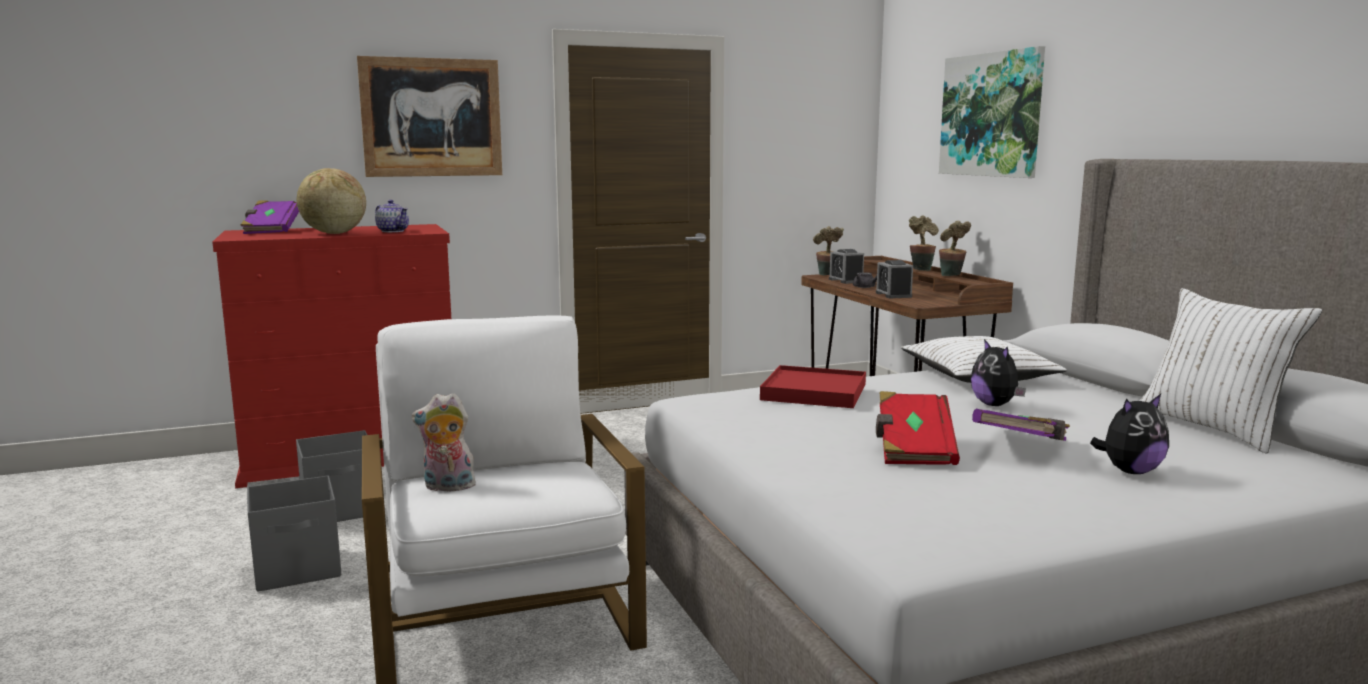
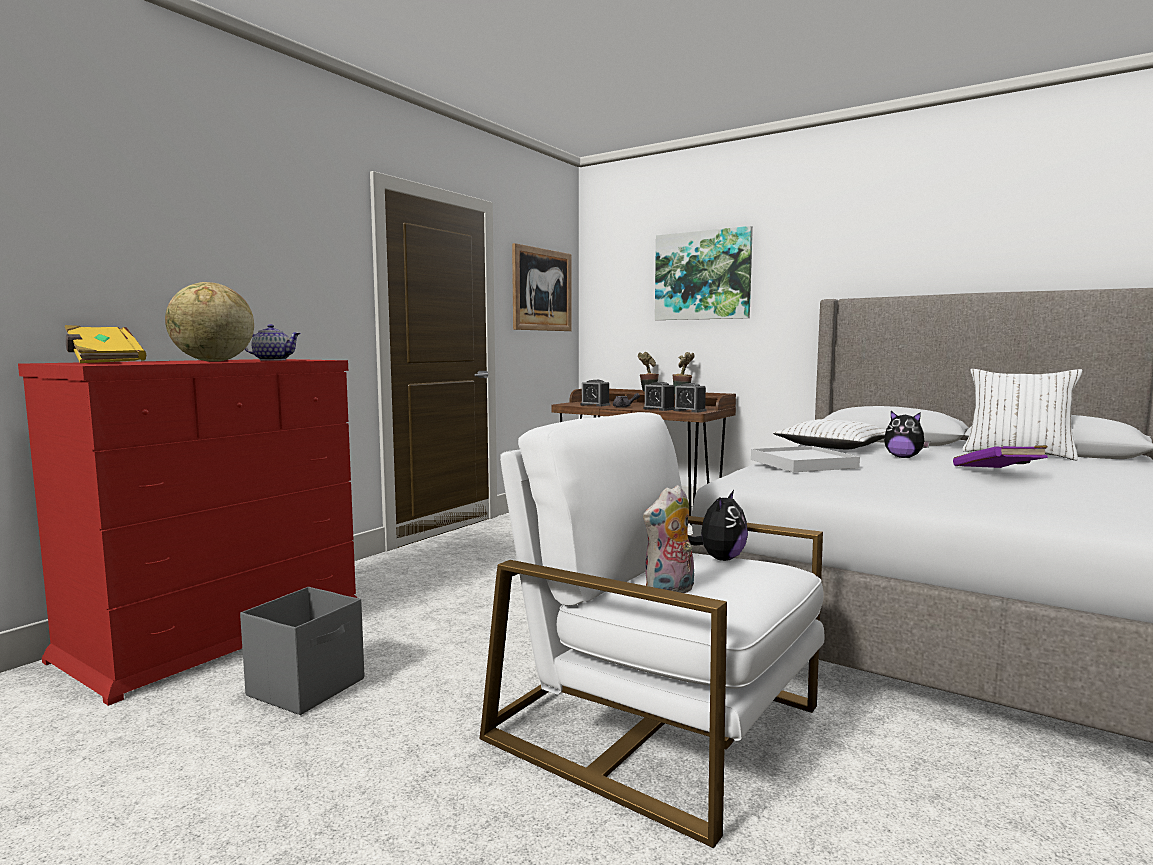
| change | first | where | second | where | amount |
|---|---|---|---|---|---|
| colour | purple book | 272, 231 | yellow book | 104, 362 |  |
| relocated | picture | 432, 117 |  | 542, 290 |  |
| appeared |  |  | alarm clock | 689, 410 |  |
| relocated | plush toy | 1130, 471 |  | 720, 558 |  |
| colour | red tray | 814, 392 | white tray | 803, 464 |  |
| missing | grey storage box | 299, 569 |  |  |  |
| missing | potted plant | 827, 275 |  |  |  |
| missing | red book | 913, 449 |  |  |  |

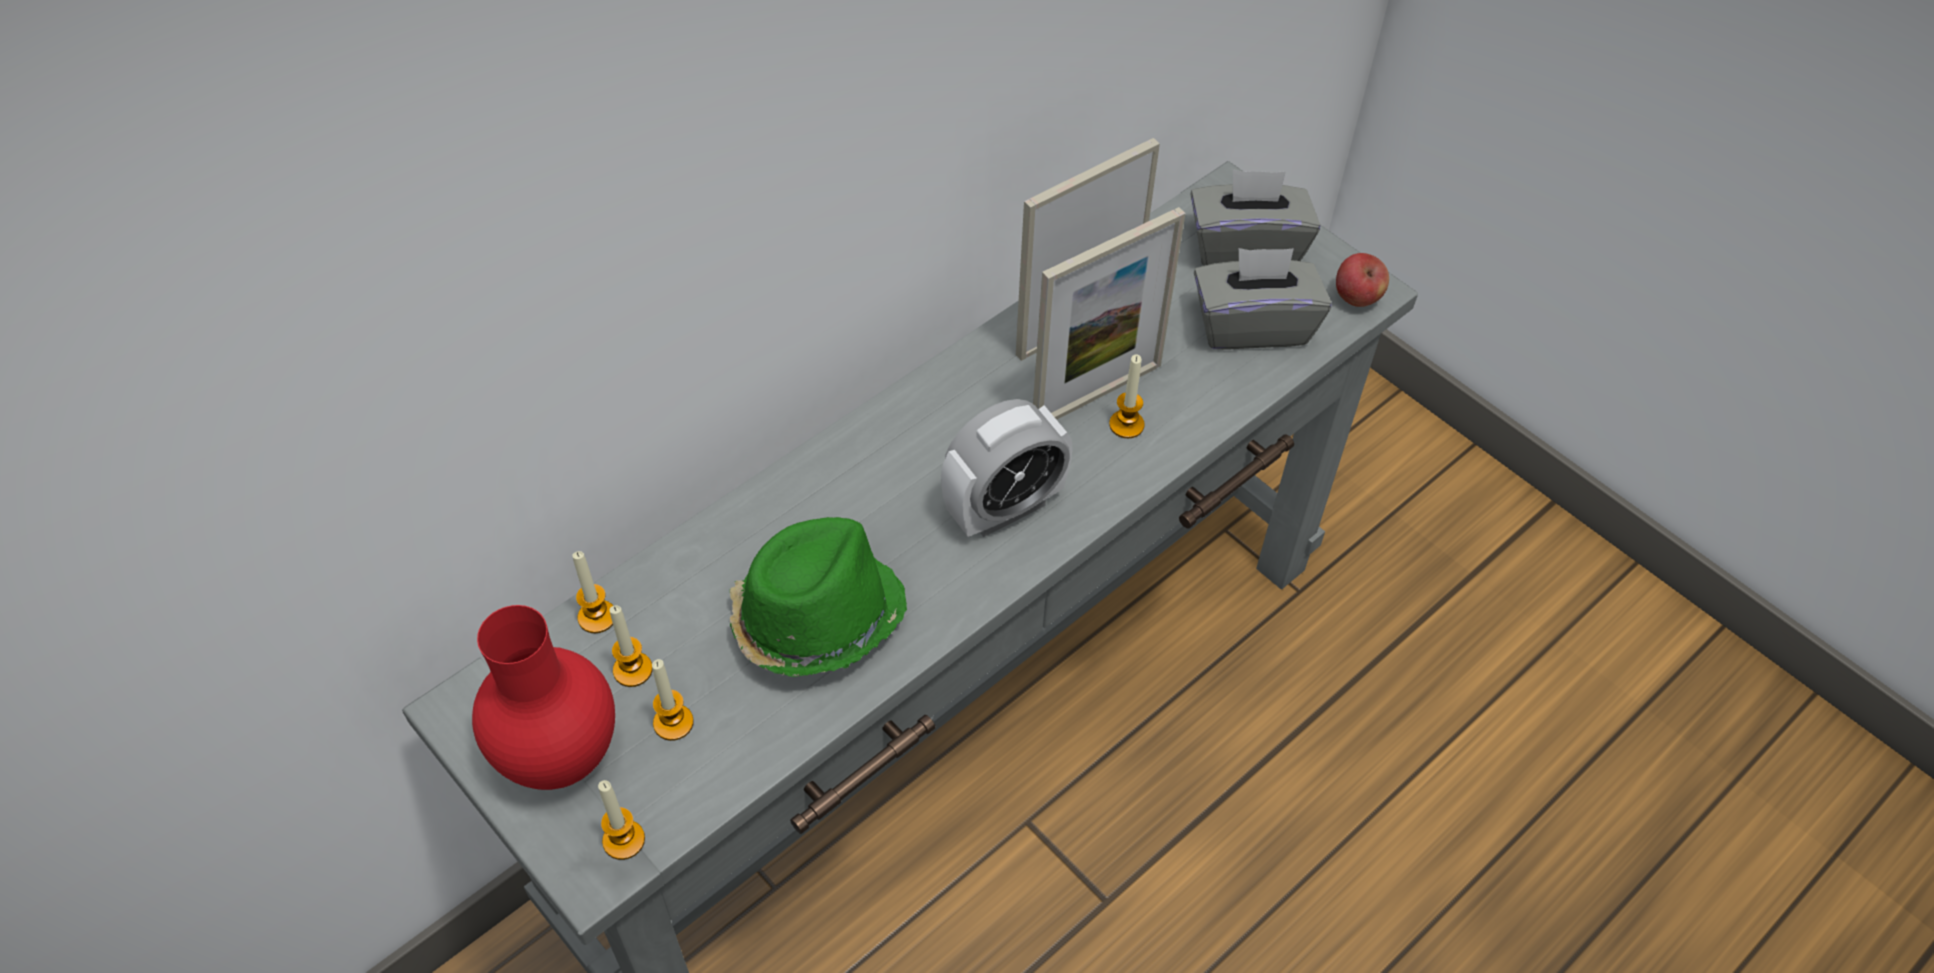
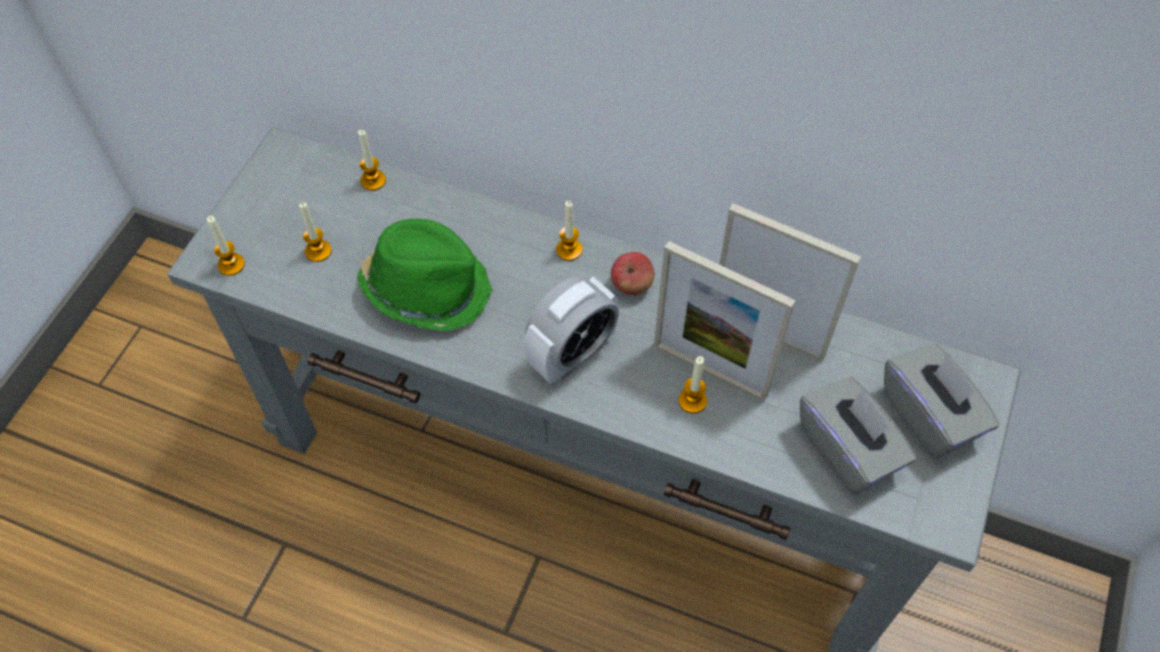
| change | first | where | second | where | amount |
|---|---|---|---|---|---|
| spun | alarm clock | 1004, 508 |  | 572, 355 | 75 degrees counterclockwise |
| relocated | candle | 633, 670 |  | 569, 250 |  |
| relocated | apple | 1356, 298 |  | 632, 285 |  |
| missing | red vase | 558, 756 |  |  |  |

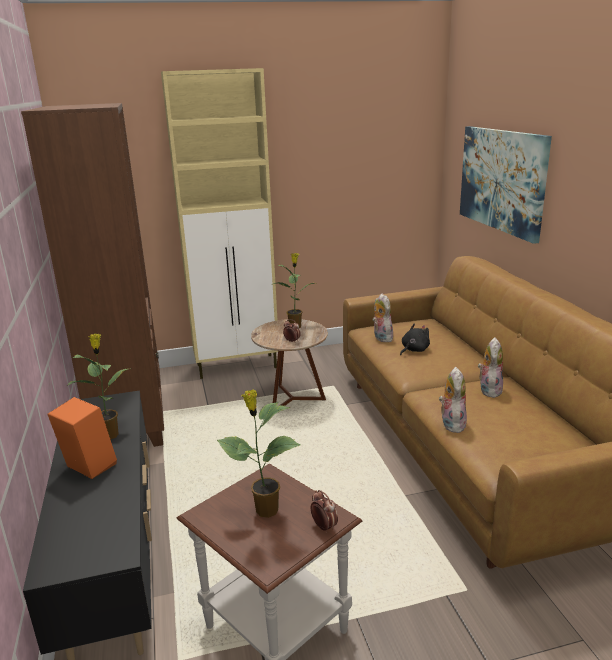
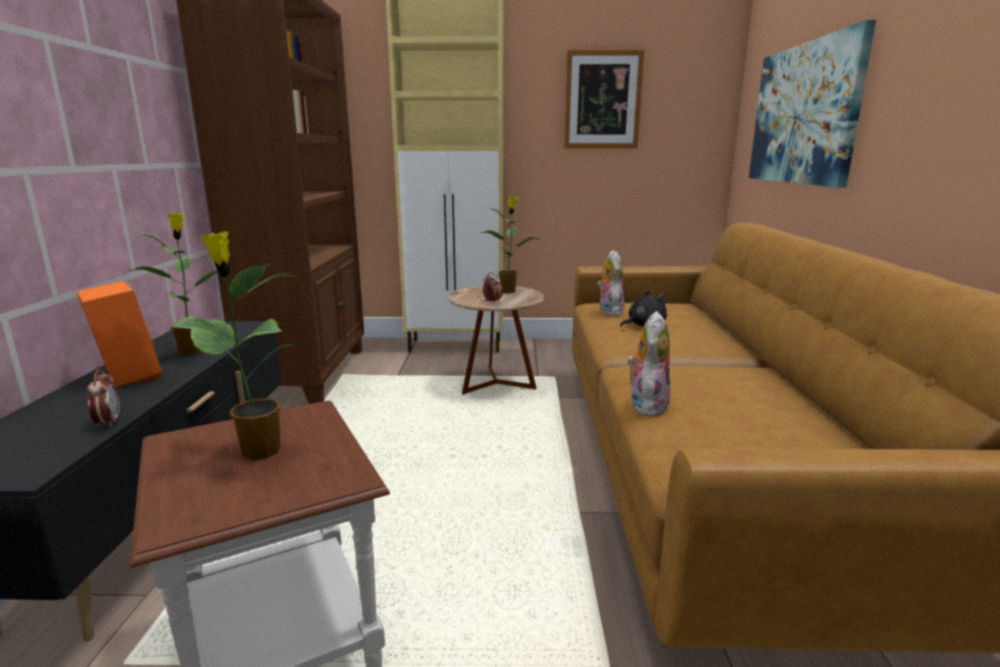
| change | first | where | second | where | amount |
|---|---|---|---|---|---|
| relocated | alarm clock | 324, 527 |  | 108, 422 |  |
| appeared |  |  | picture | 602, 100 |  |
| missing | plush toy | 488, 390 |  |  |  |

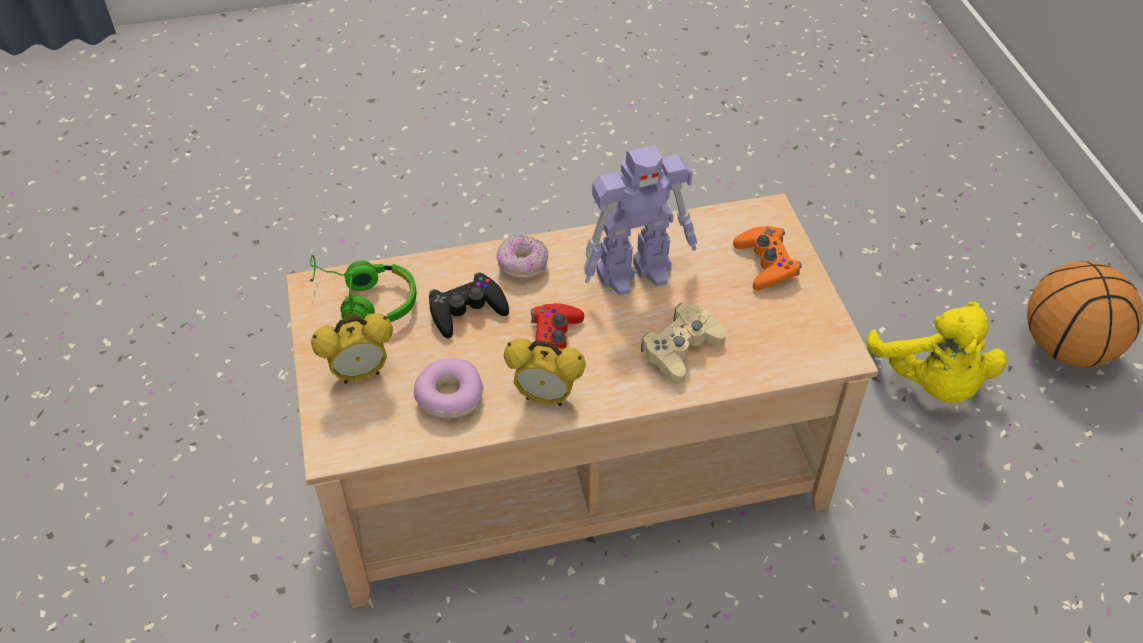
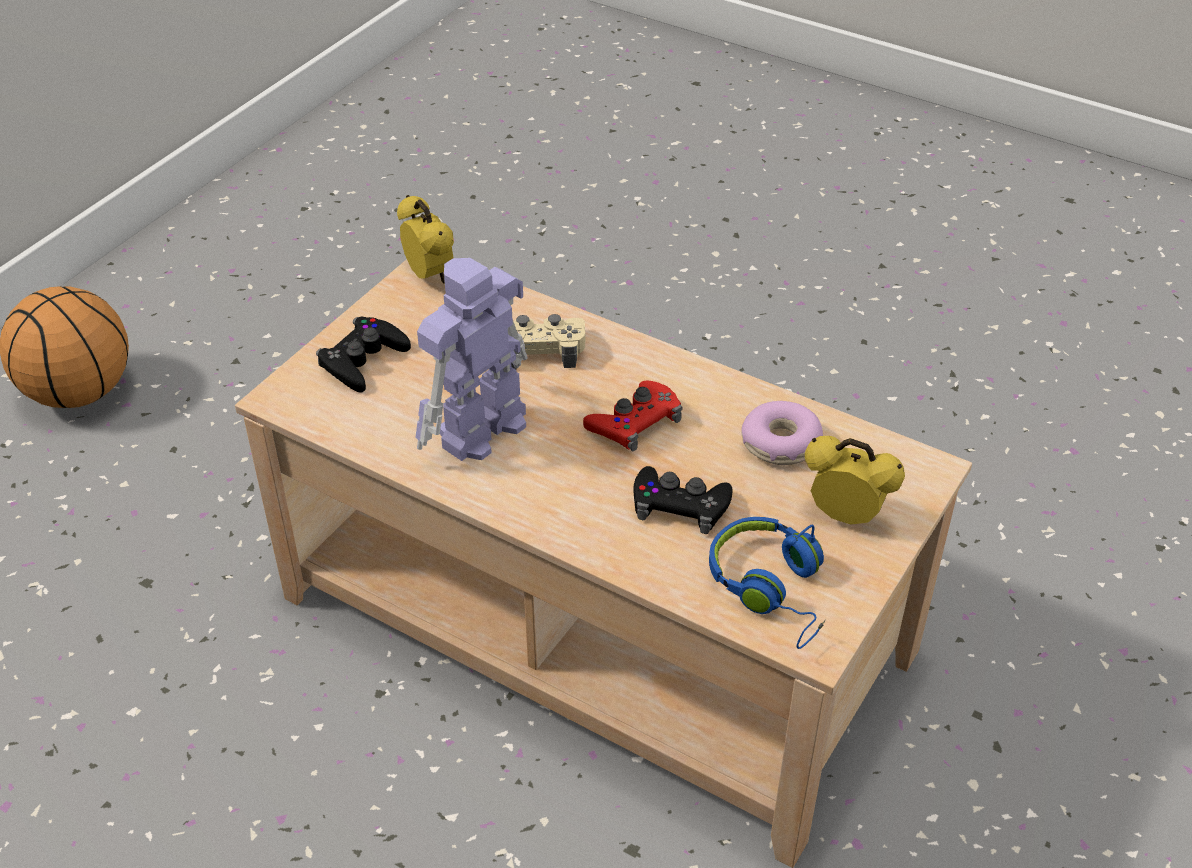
| change | first | where | second | where | amount |
|---|---|---|---|---|---|
| colour | orange game controller | 766, 263 | black game controller | 363, 361 |  |
| relocated | alarm clock | 545, 397 |  | 429, 276 |  |
| spun | toy robot | 636, 272 |  | 480, 430 | 75 degrees counterclockwise |
| colour | green headphones | 364, 300 | blue headphones | 773, 589 |  |
| missing | donut | 522, 266 |  |  |  |
| missing | yellow plush toy | 931, 382 |  |  |  |

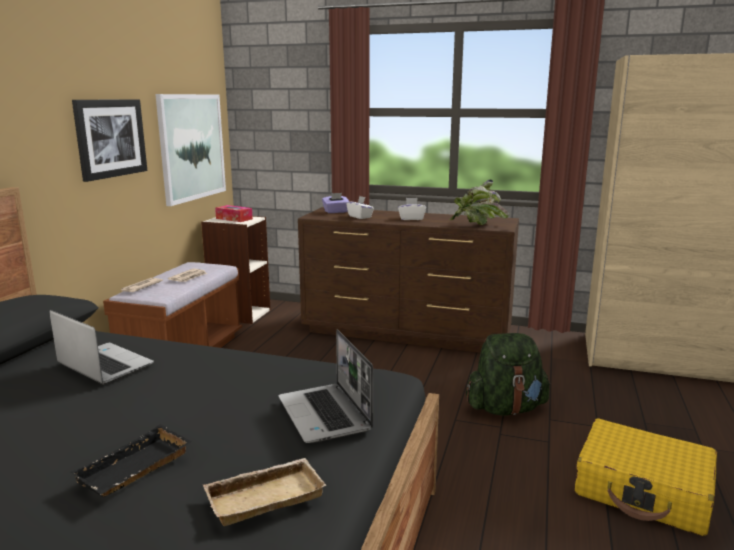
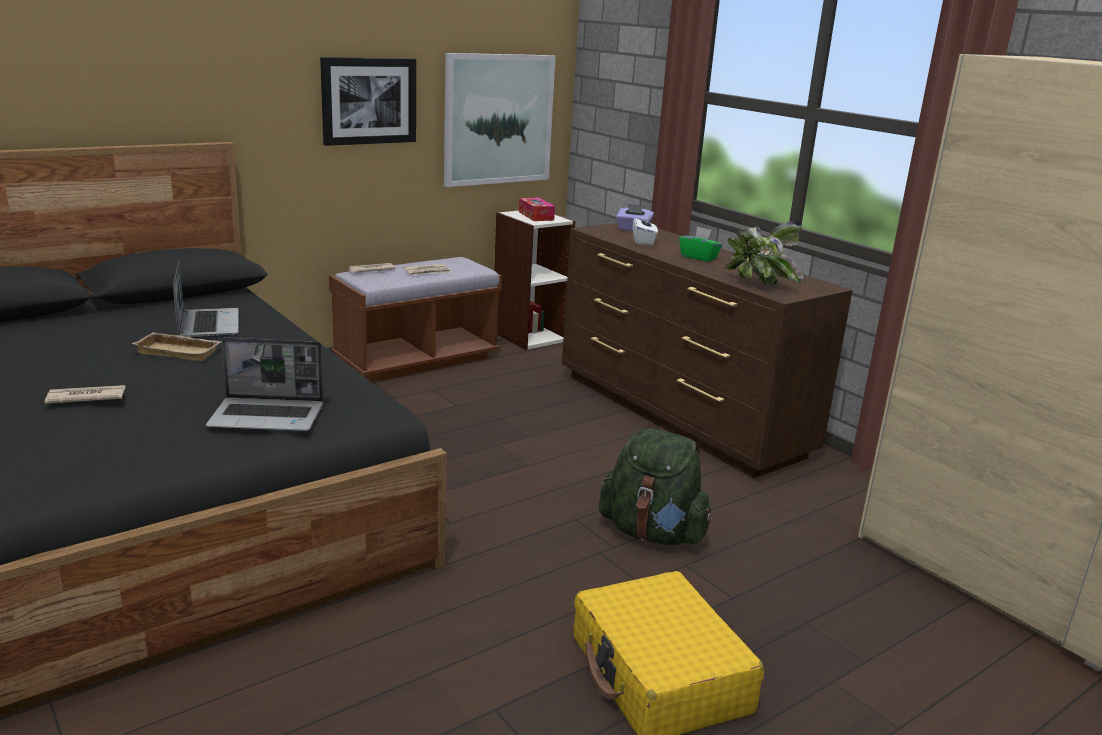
| change | first | where | second | where | amount |
|---|---|---|---|---|---|
| exchanged | black tray | 135, 470 | newspaper | 85, 397 |  |
| relocated | beige tray | 265, 495 |  | 180, 351 |  |
| spun | laptop | 326, 415 |  | 269, 416 | 105 degrees counterclockwise |
| colour | white tissue box | 411, 218 | green tissue box | 699, 257 |  |

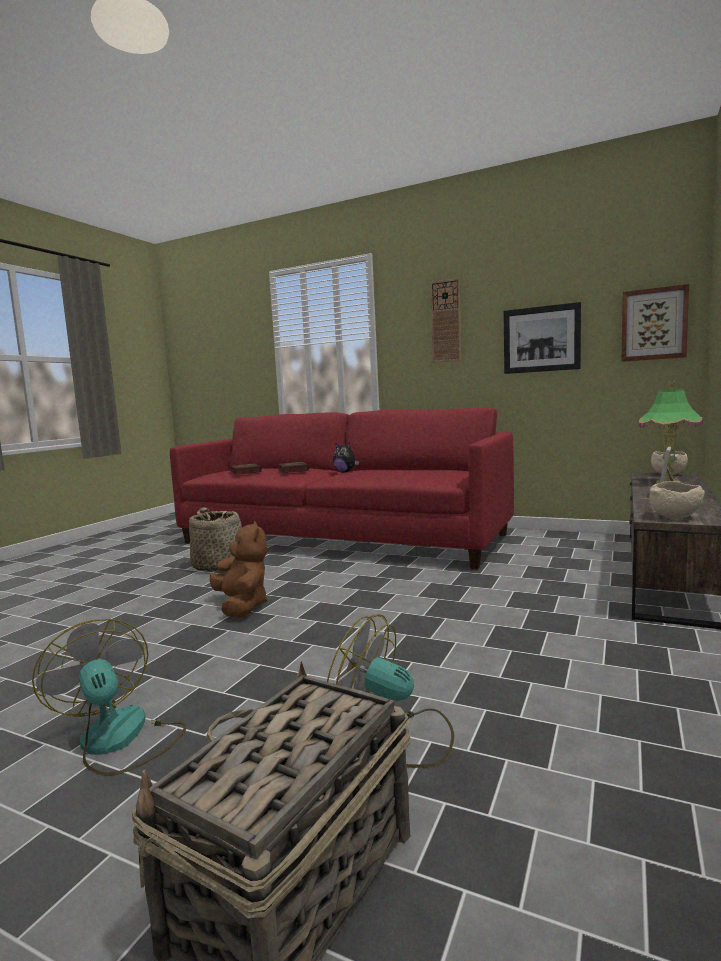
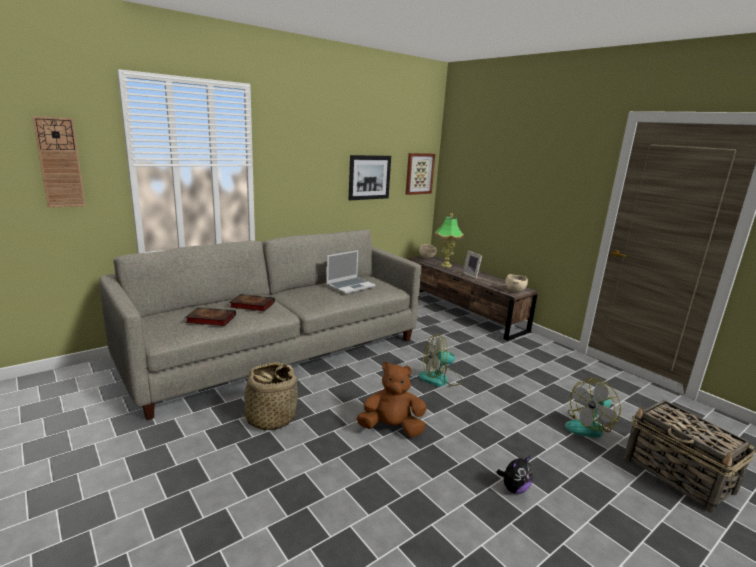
| change | first | where | second | where | amount |
|---|---|---|---|---|---|
| relocated | wall clock | 446, 321 |  | 60, 163 |  |
| colour | red sofa | 341, 538 | grey sofa | 278, 351 |  |
| appeared |  |  | laptop | 350, 286 |  |
| relocated | fan | 119, 741 |  | 440, 379 |  |
| relocated | plush toy | 345, 472 |  | 514, 488 |  |

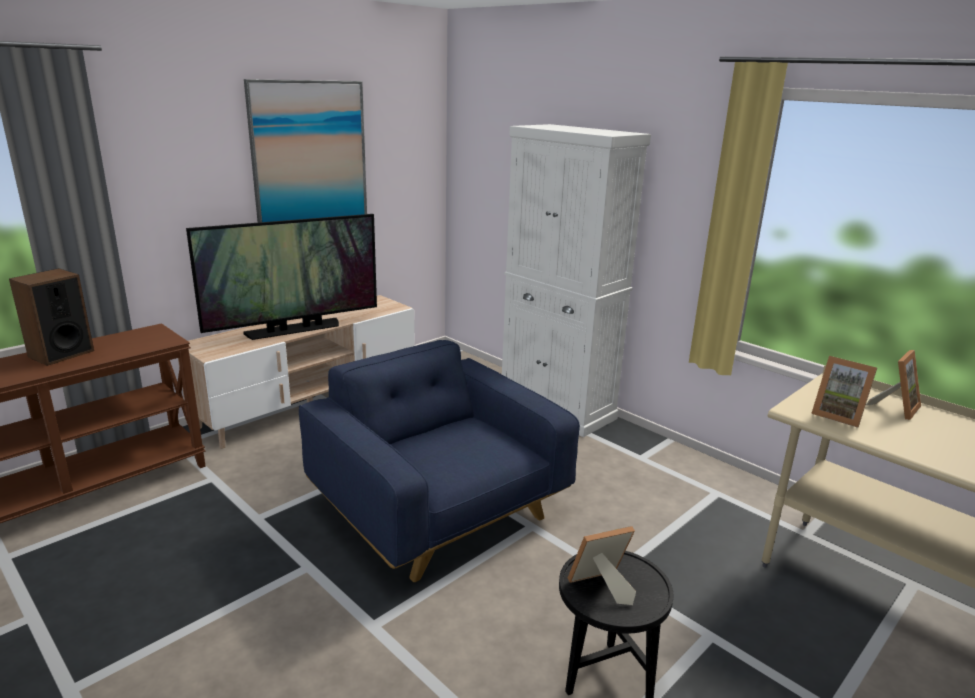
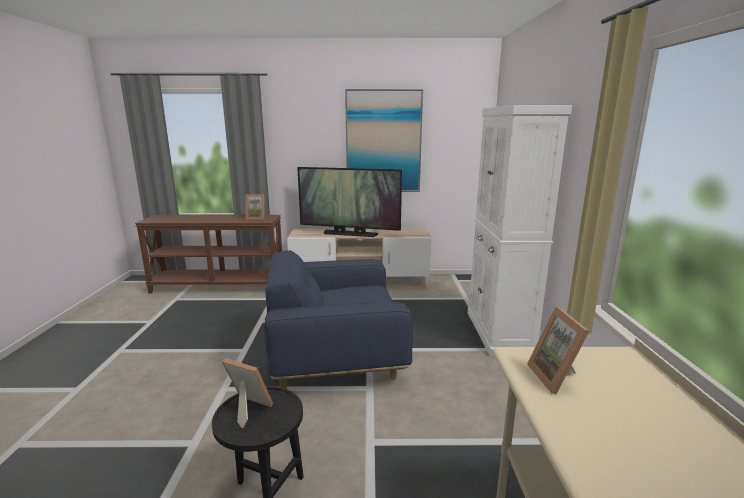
| change | first | where | second | where | amount |
|---|---|---|---|---|---|
| relocated | picture frame | 895, 408 |  | 256, 218 |  |
| spun | blue armchair | 437, 509 |  | 336, 354 | 105 degrees counterclockwise |
| missing | speaker | 61, 354 |  |  |  |

